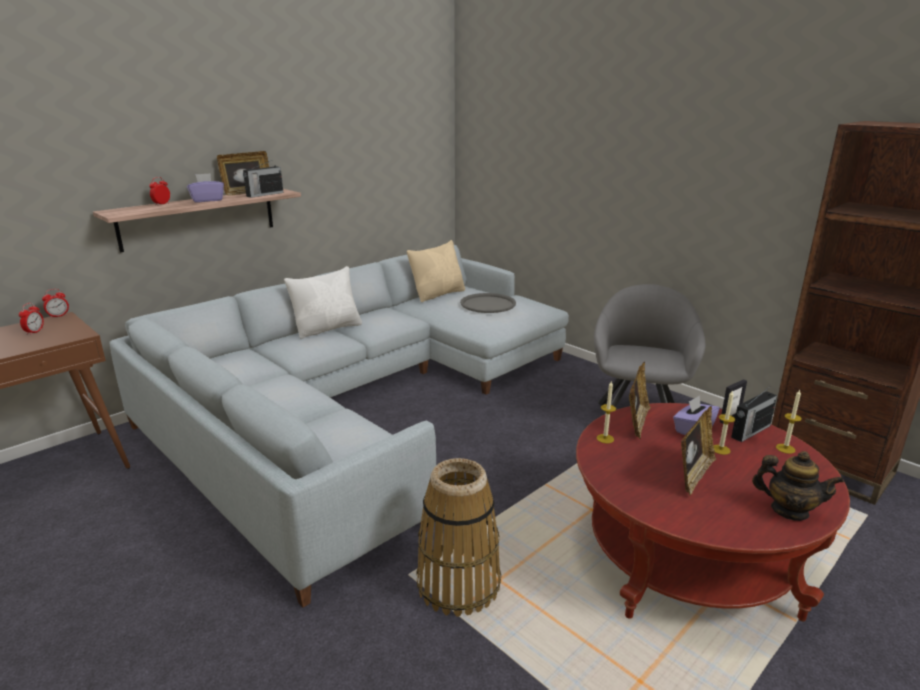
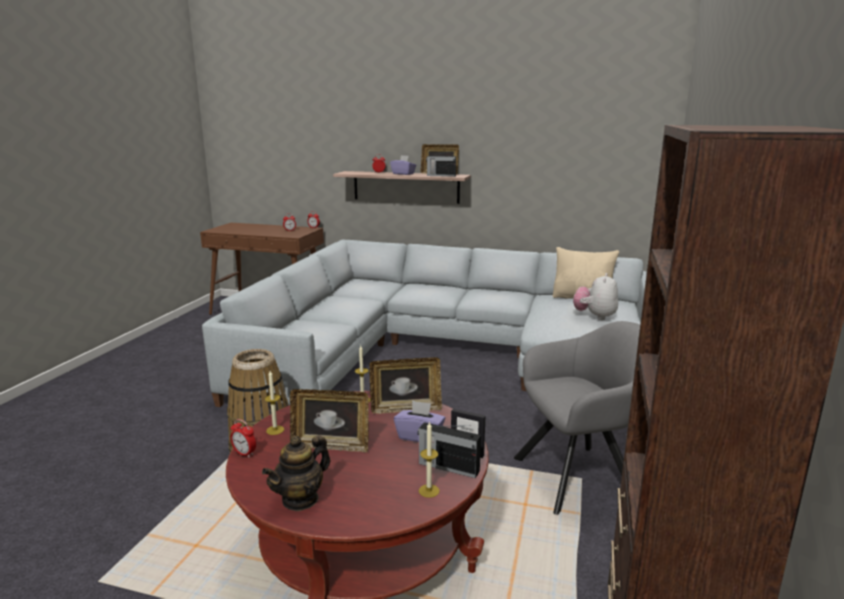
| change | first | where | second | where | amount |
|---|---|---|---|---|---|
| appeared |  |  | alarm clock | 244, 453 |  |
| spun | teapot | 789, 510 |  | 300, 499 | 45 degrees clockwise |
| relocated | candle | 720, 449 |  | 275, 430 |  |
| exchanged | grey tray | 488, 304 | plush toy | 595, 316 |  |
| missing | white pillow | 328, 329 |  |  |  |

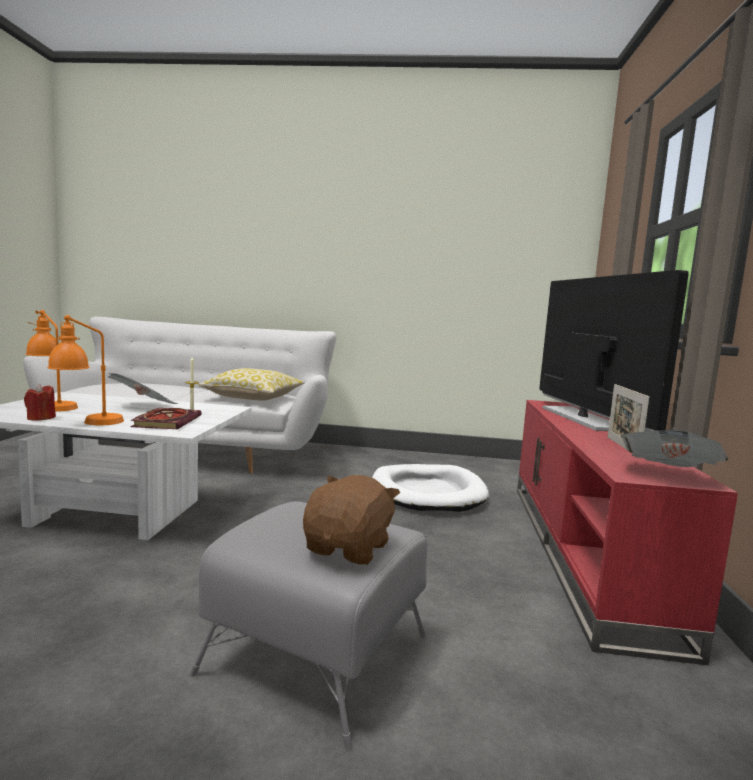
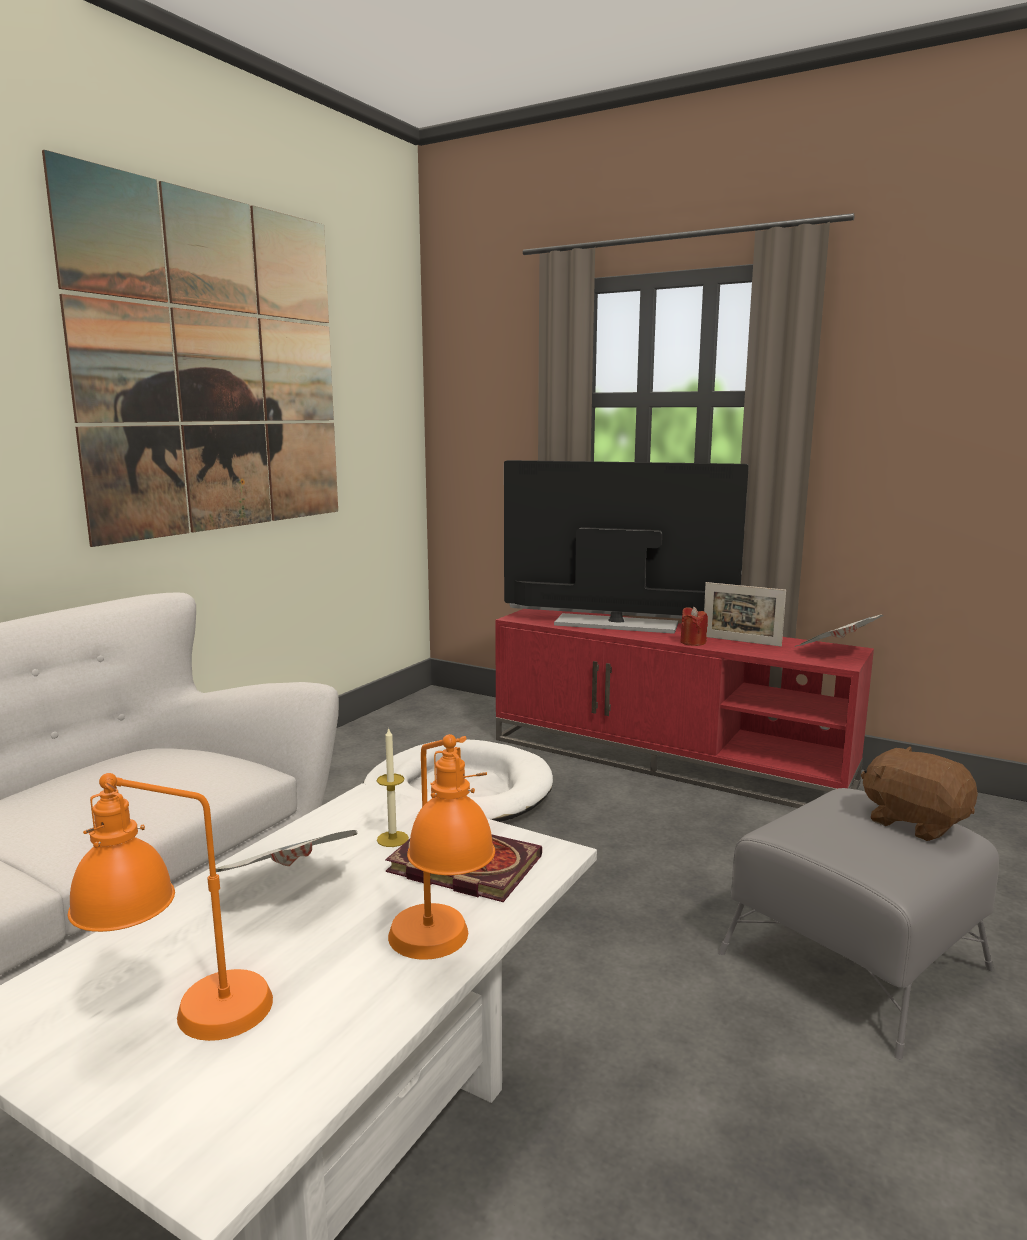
| change | first | where | second | where | amount |
|---|---|---|---|---|---|
| appeared |  |  | picture | 217, 367 |  |
| relocated | red candle | 41, 418 |  | 693, 642 |  |
| missing | pillow | 253, 398 |  |  |  |

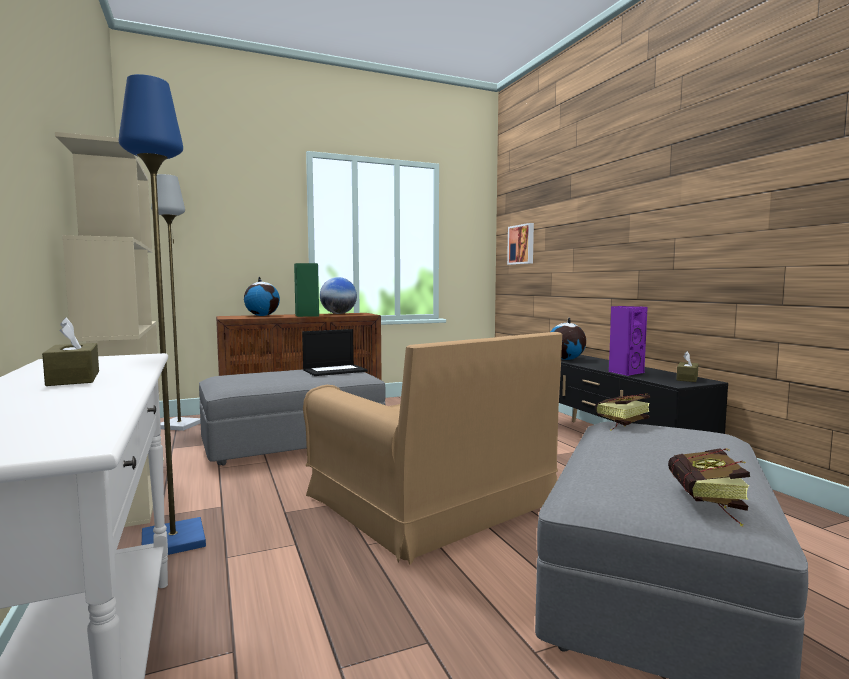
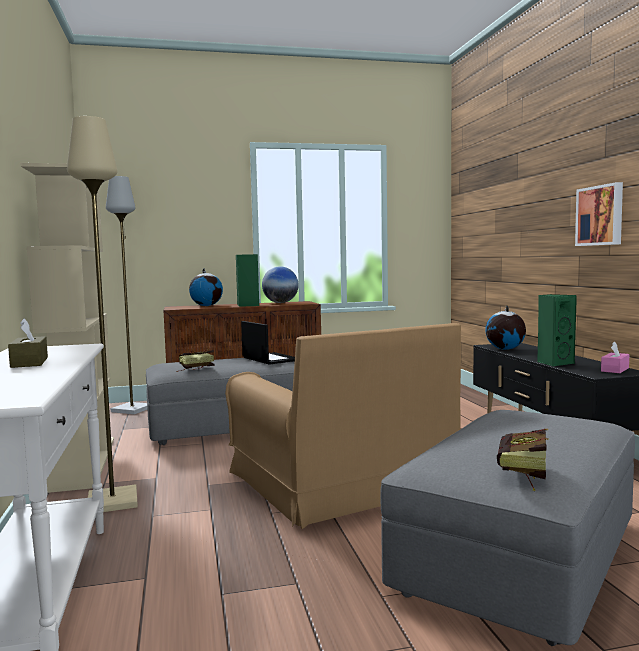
| change | first | where | second | where | amount |
|---|---|---|---|---|---|
| colour | blue floor lamp | 171, 540 | beige floor lamp | 111, 501 |  |
| relocated | book | 619, 424 |  | 193, 369 |  |
| spun | laptop | 335, 370 |  | 270, 359 | 105 degrees counterclockwise |
| colour | purple speaker | 625, 372 | green speaker | 554, 363 |  |
| relocated | picture | 522, 244 |  | 600, 215 |  |
| colour | brown tissue box | 687, 378 | pink tissue box | 615, 369 |  |

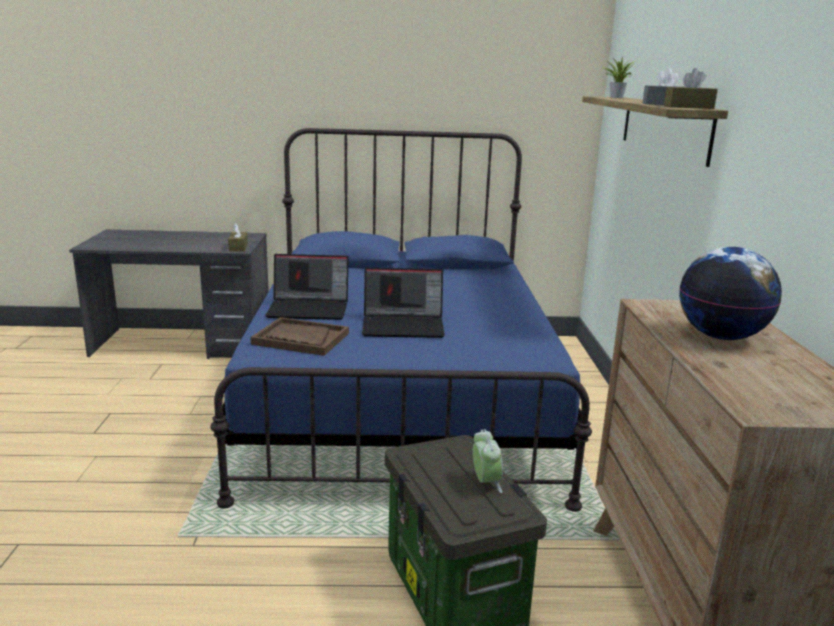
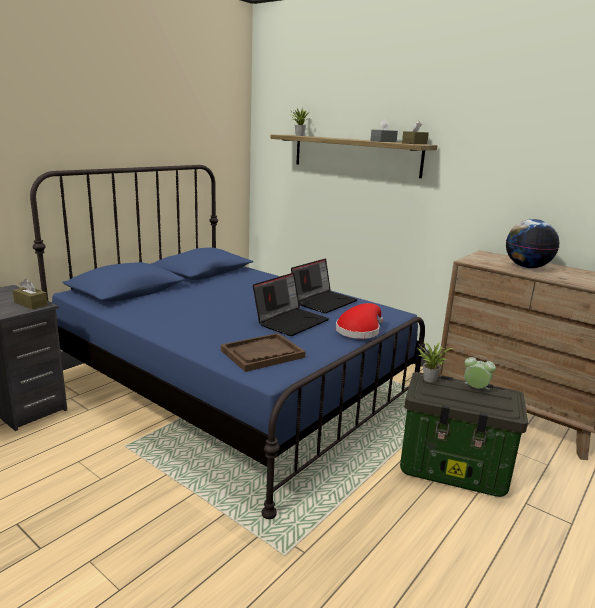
| change | first | where | second | where | amount |
|---|---|---|---|---|---|
| relocated | laptop | 309, 309 |  | 324, 301 |  |
| appeared |  |  | red hat | 359, 330 |  |
| appeared |  |  | potted plant | 429, 378 |  |

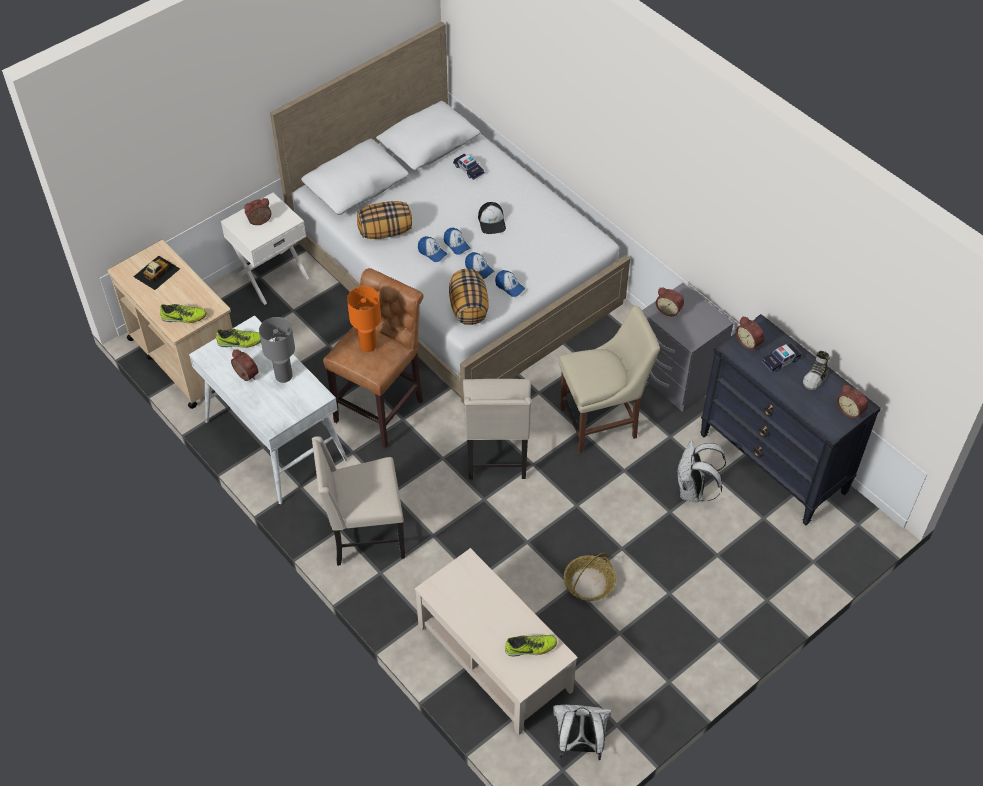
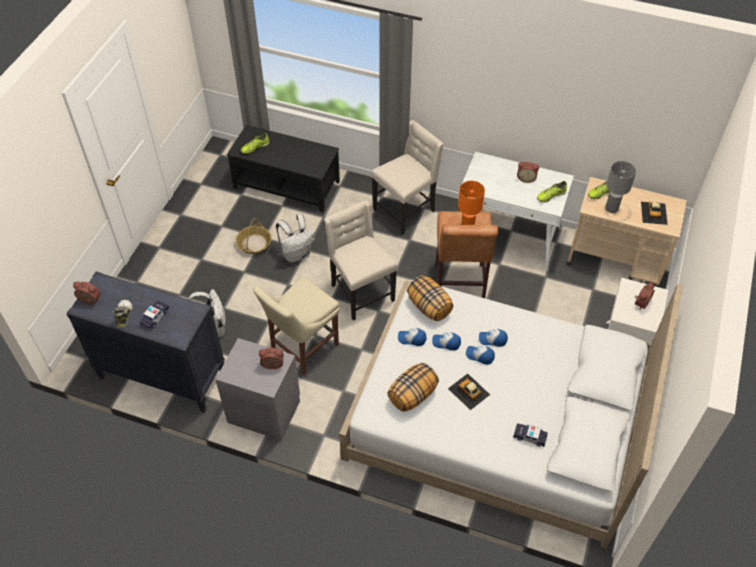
| change | first | where | second | where | amount |
|---|---|---|---|---|---|
| colour | beige coffee table | 494, 658 | black coffee table | 287, 185 |  |
| relocated | white backpack | 579, 745 |  | 297, 254 |  |
| relocated | pillow | 385, 231 |  | 412, 395 |  |
| exchanged | cap | 492, 221 | toy car | 469, 391 |  |
| relocated | grey table lamp | 283, 376 |  | 611, 208 |  |
| missing | alarm clock | 749, 342 |  |  |  |

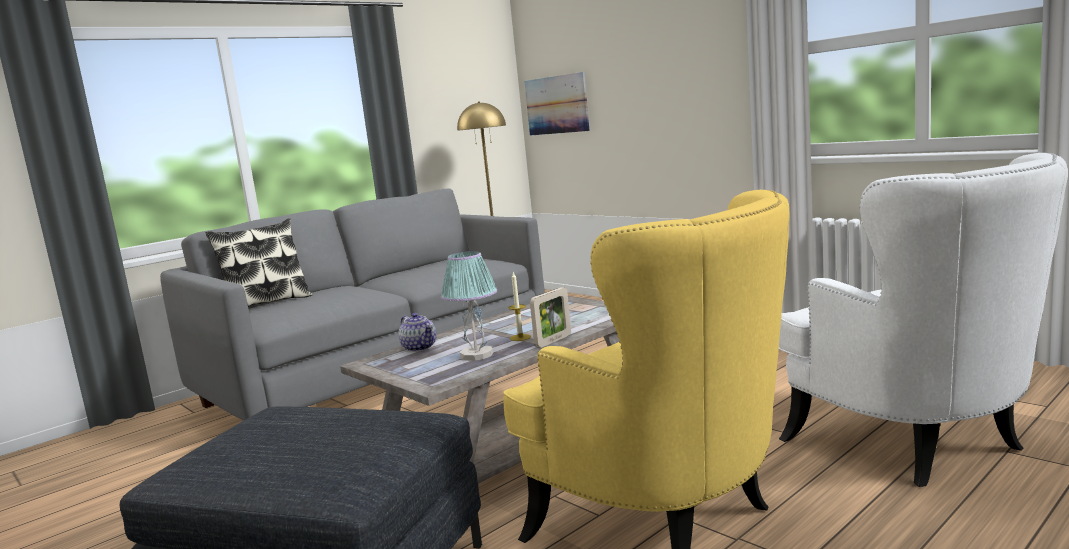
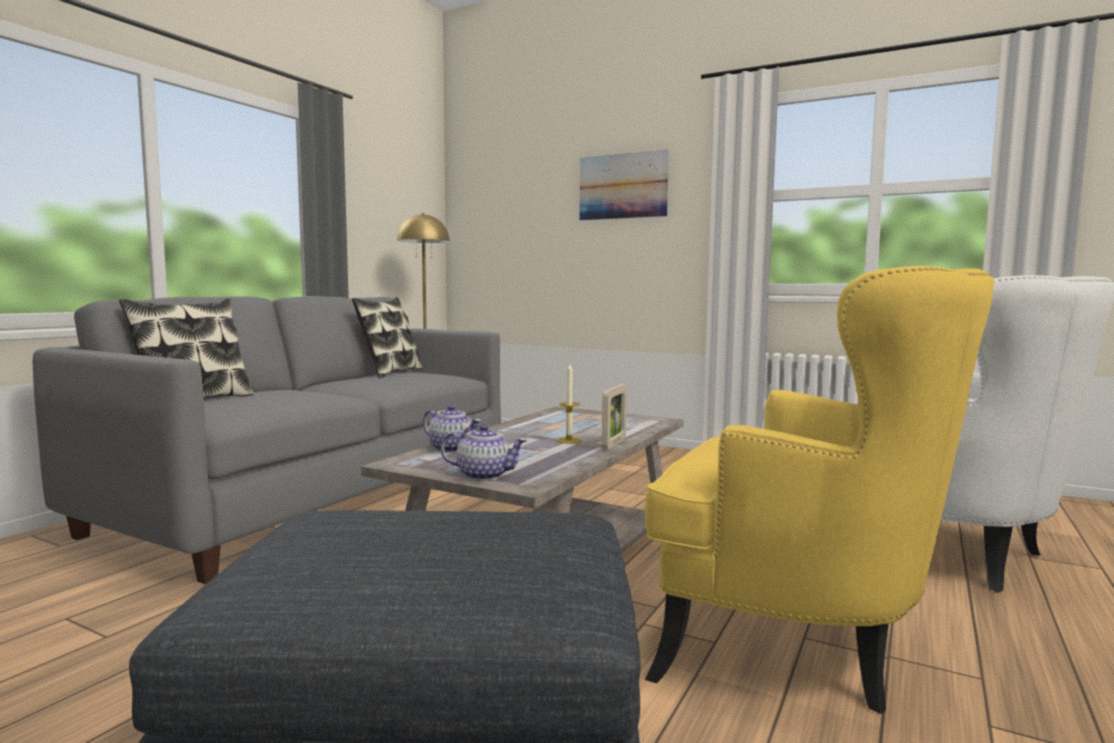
| change | first | where | second | where | amount |
|---|---|---|---|---|---|
| appeared |  |  | pillow | 389, 372 |  |
| appeared |  |  | teapot | 484, 475 |  |
| relocated | picture | 556, 105 |  | 623, 186 |  |
| missing | table lamp | 476, 355 |  |  |  |

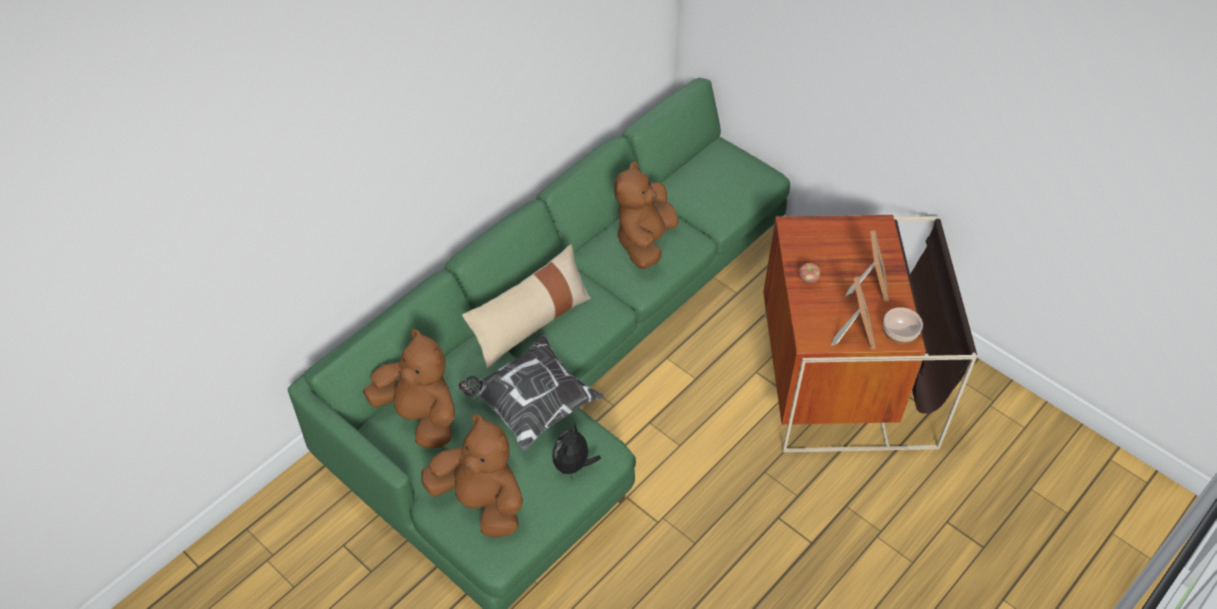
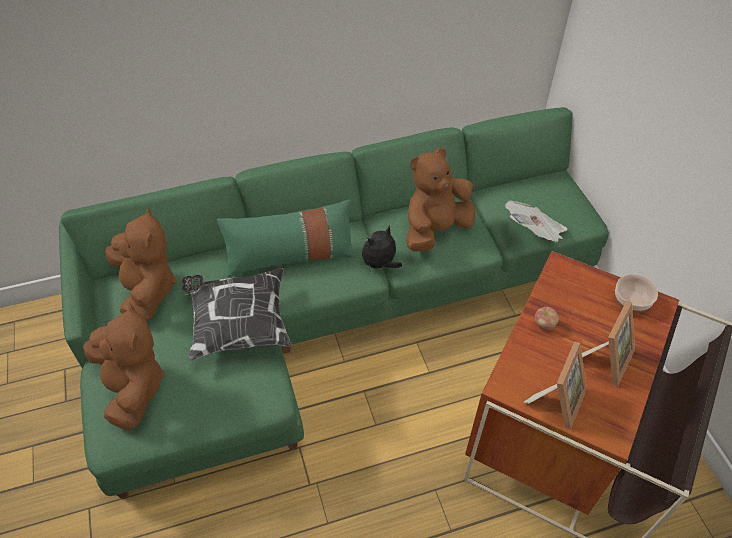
| change | first | where | second | where | amount |
|---|---|---|---|---|---|
| colour | beige pillow | 530, 323 | green pillow | 290, 256 |  |
| relocated | plush toy | 573, 465 |  | 380, 264 |  |
| appeared |  |  | newspaper | 534, 233 |  |
| relocated | bowl | 899, 334 |  | 631, 302 |  |

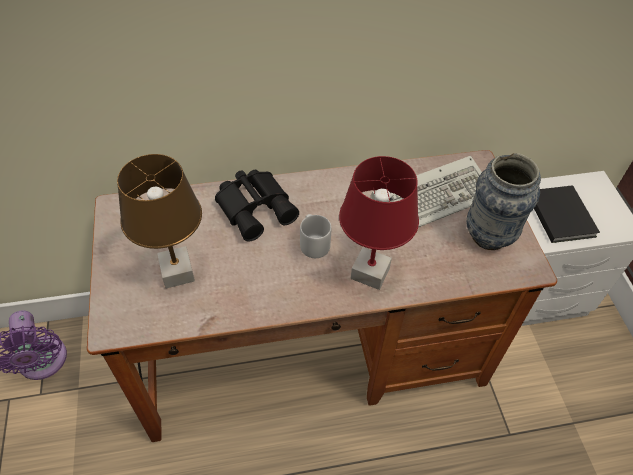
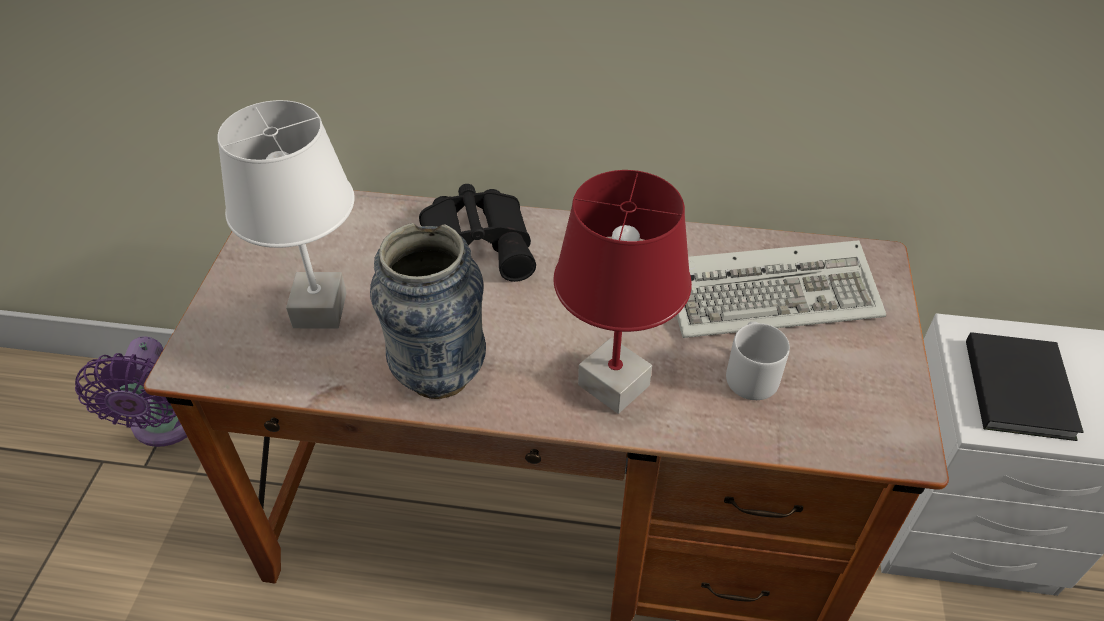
| change | first | where | second | where | amount |
|---|---|---|---|---|---|
| colour | brown table lamp | 177, 272 | white table lamp | 319, 309 |  |
| relocated | vase | 488, 236 |  | 439, 374 |  |
| relocated | grey mug | 313, 243 |  | 750, 374 |  |

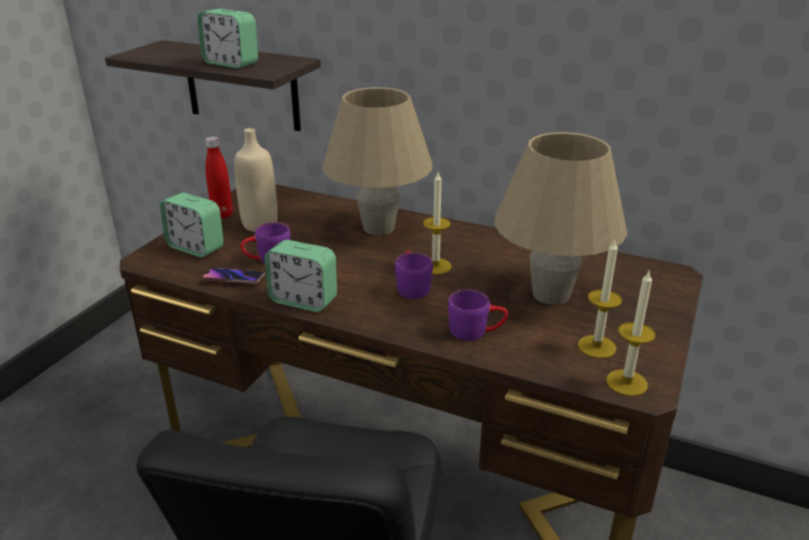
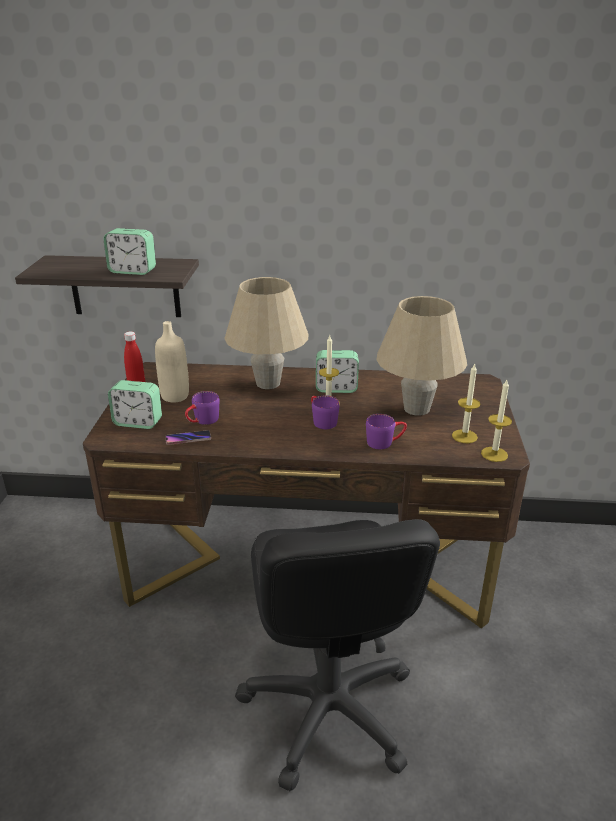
| change | first | where | second | where | amount |
|---|---|---|---|---|---|
| relocated | alarm clock | 303, 300 |  | 336, 388 |  |

